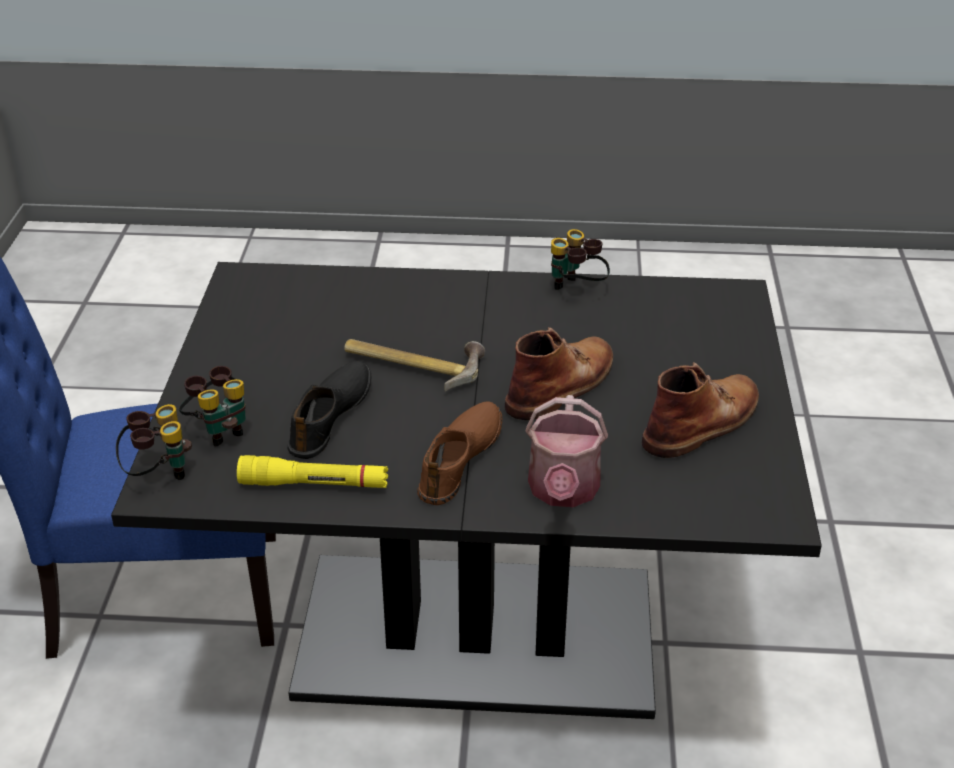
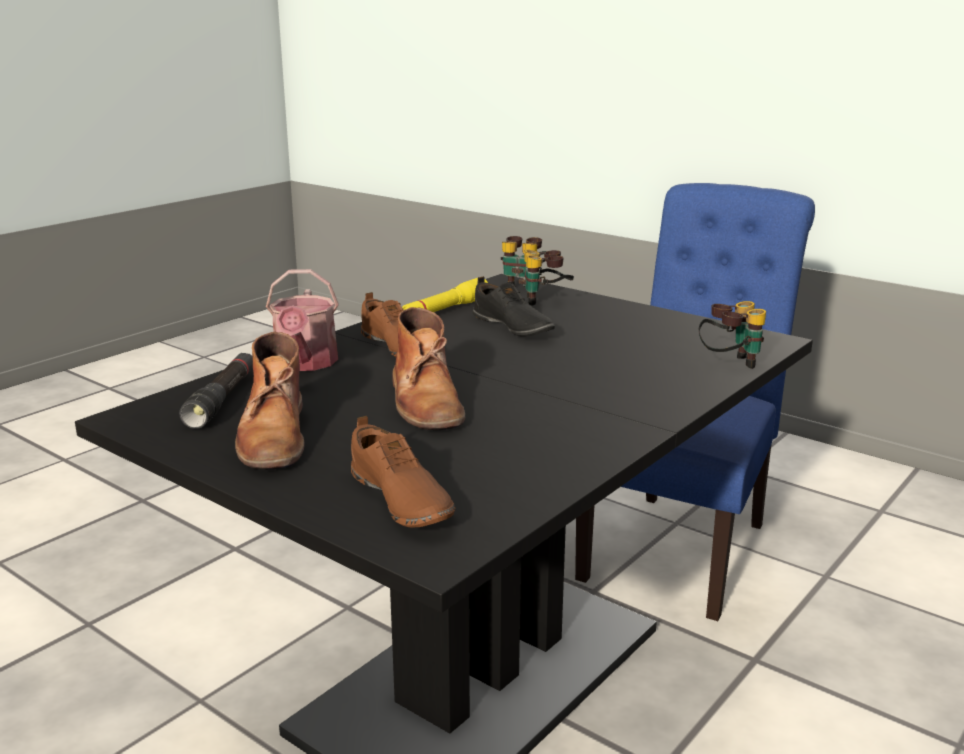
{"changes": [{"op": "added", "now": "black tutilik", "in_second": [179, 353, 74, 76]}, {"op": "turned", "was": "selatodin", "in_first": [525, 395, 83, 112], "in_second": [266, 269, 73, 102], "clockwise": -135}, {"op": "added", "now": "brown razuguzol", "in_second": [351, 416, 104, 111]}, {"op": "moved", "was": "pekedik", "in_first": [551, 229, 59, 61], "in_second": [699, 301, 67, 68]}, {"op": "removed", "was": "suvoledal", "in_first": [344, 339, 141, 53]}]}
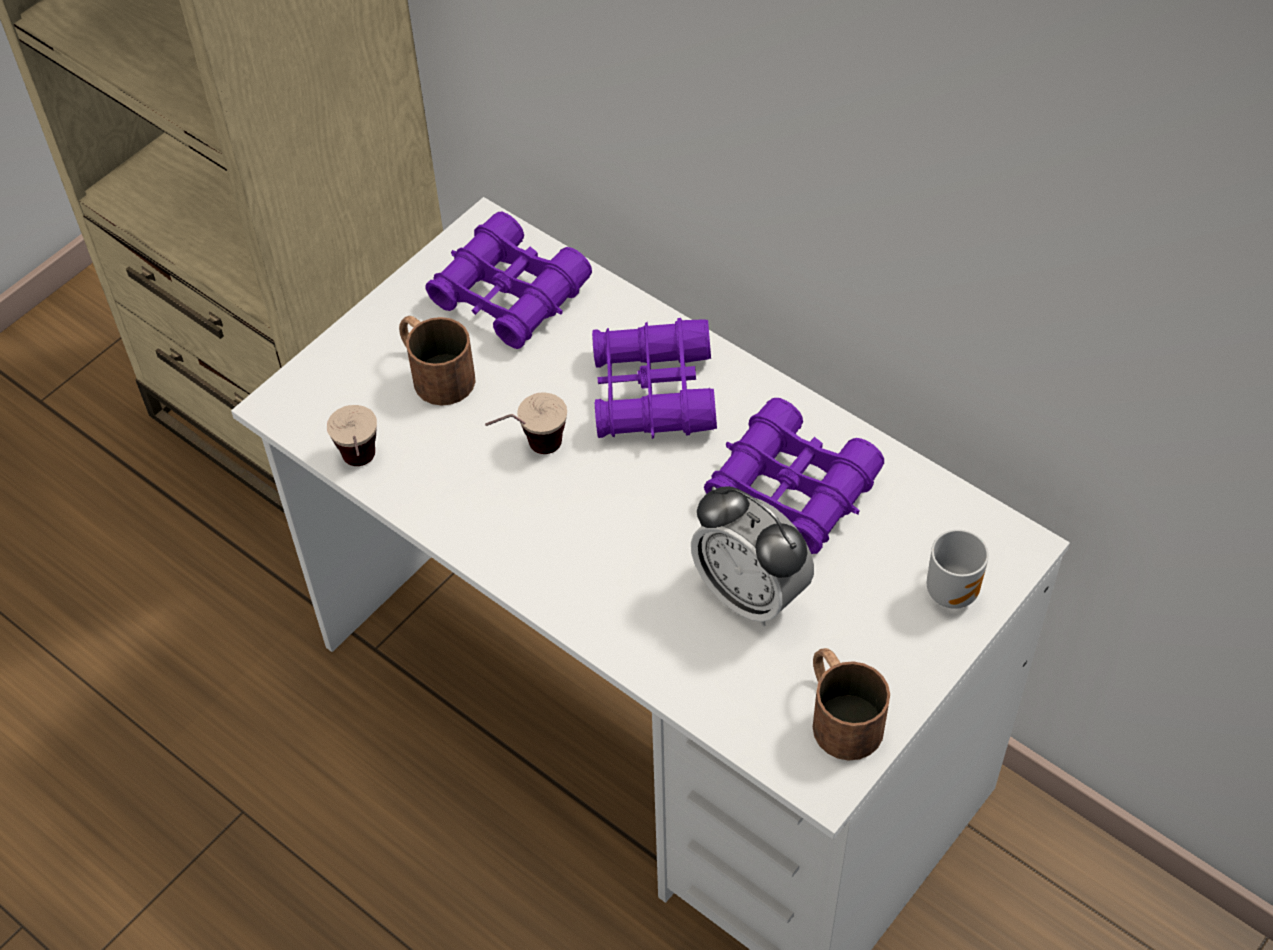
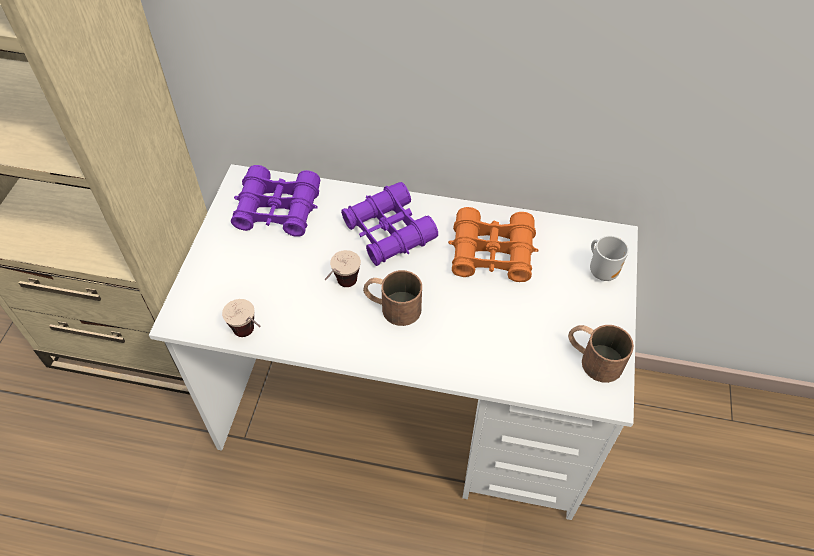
{"changes": [{"op": "moved", "was": "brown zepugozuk", "in_first": [399, 316, 77, 90], "in_second": [363, 270, 59, 56]}, {"op": "recoloured", "was": "purple pekedik", "now": "orange pekedik", "in_first": [704, 398, 180, 156], "in_second": [448, 207, 91, 75]}, {"op": "removed", "was": "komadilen", "in_first": [691, 486, 123, 141]}]}
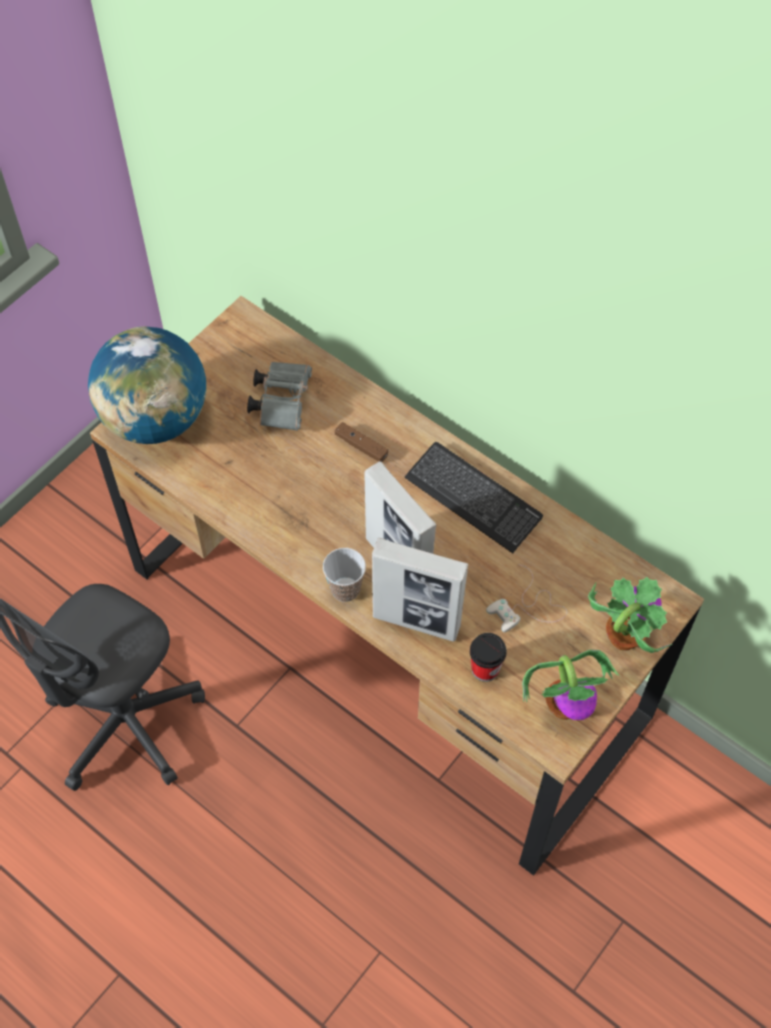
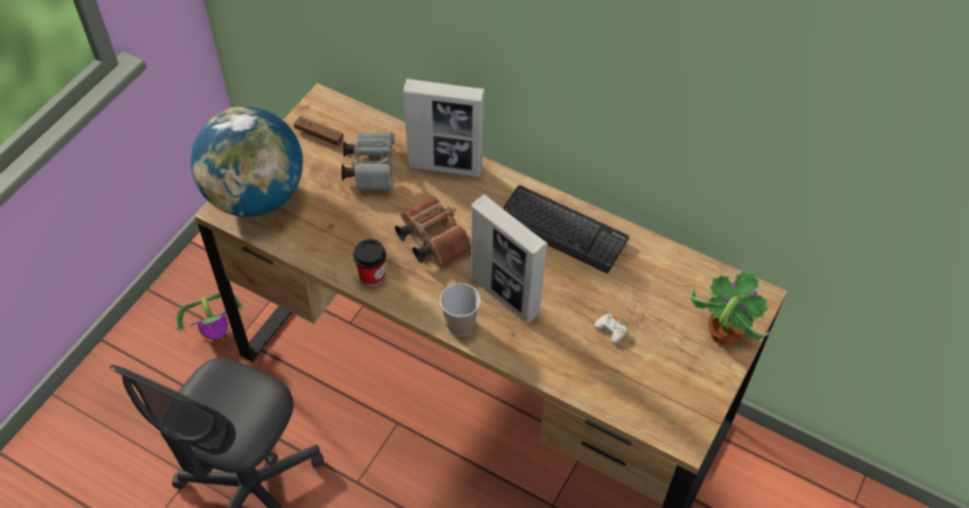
{"changes": [{"op": "moved", "was": "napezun", "in_first": [522, 650, 97, 70], "in_second": [176, 293, 69, 53]}, {"op": "moved", "was": "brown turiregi", "in_first": [335, 422, 53, 40], "in_second": [294, 116, 50, 30]}, {"op": "moved", "was": "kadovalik", "in_first": [470, 633, 37, 49], "in_second": [353, 239, 33, 48]}, {"op": "added", "now": "brown pekedik", "in_second": [395, 196, 76, 68]}, {"op": "moved", "was": "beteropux", "in_first": [372, 538, 96, 104], "in_second": [403, 79, 82, 98]}]}
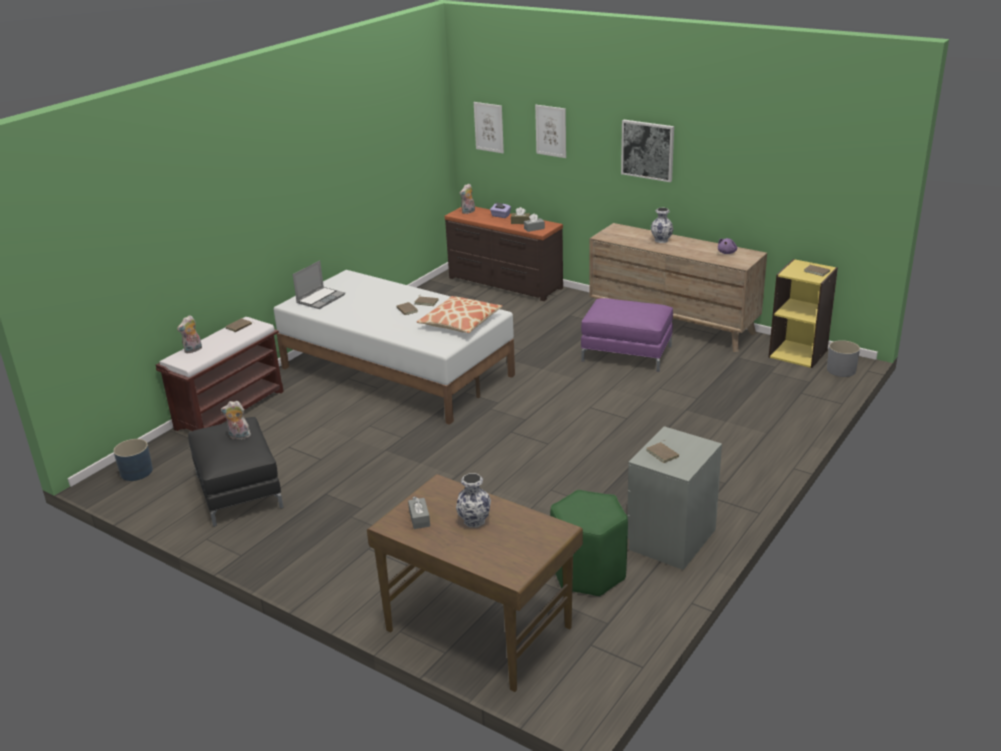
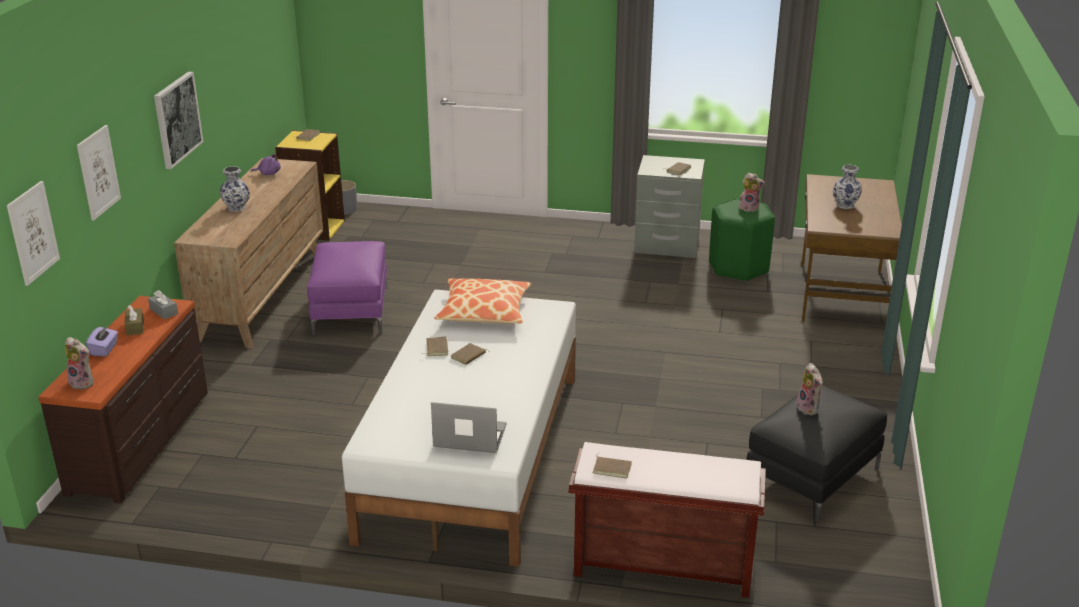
{"changes": [{"op": "moved", "was": "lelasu", "in_first": [177, 315, 25, 38], "in_second": [739, 173, 26, 39]}, {"op": "removed", "was": "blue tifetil", "in_first": [113, 439, 40, 42]}, {"op": "removed", "was": "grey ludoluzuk", "in_first": [408, 497, 22, 32]}]}
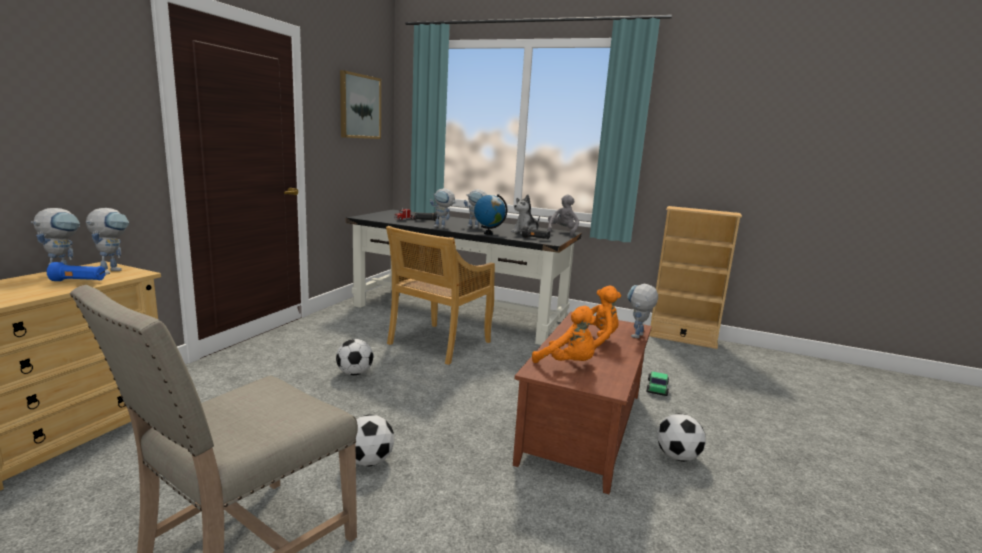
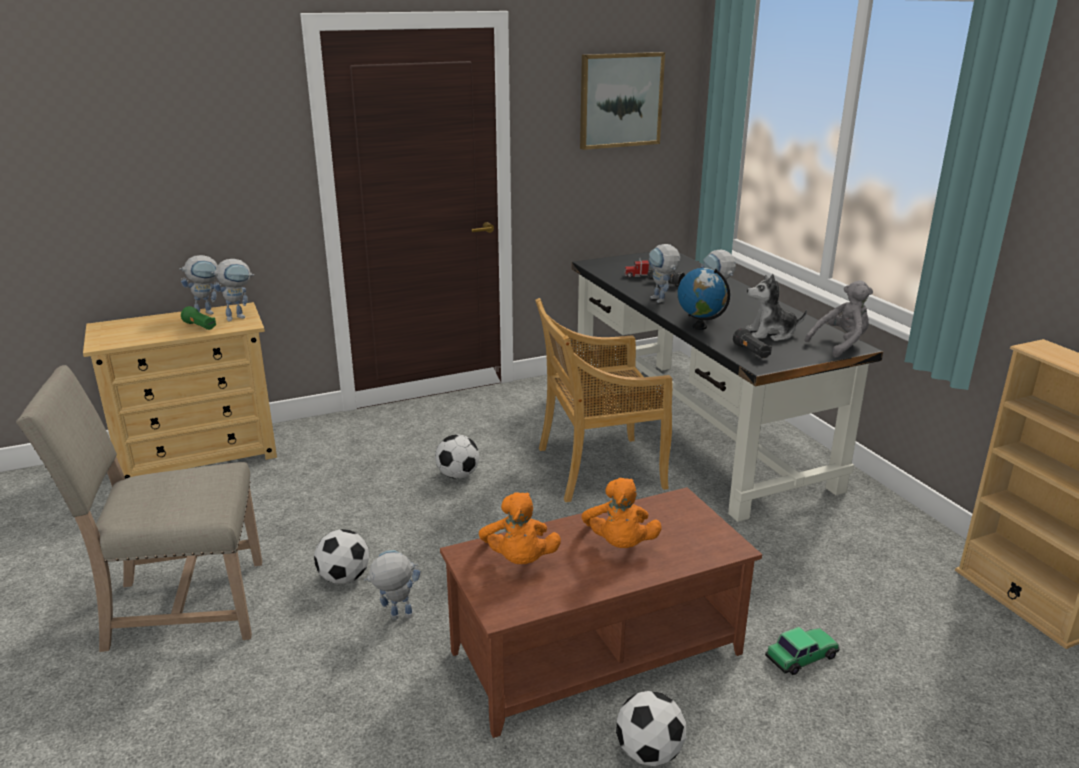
{"changes": [{"op": "recoloured", "was": "blue tutilik", "now": "green tutilik", "in_first": [47, 262, 59, 19], "in_second": [181, 306, 35, 24]}, {"op": "moved", "was": "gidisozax", "in_first": [627, 284, 31, 54], "in_second": [364, 550, 56, 70]}, {"op": "turned", "was": "orange lelasu", "in_first": [566, 286, 55, 63], "in_second": [581, 478, 81, 70], "clockwise": 75}]}
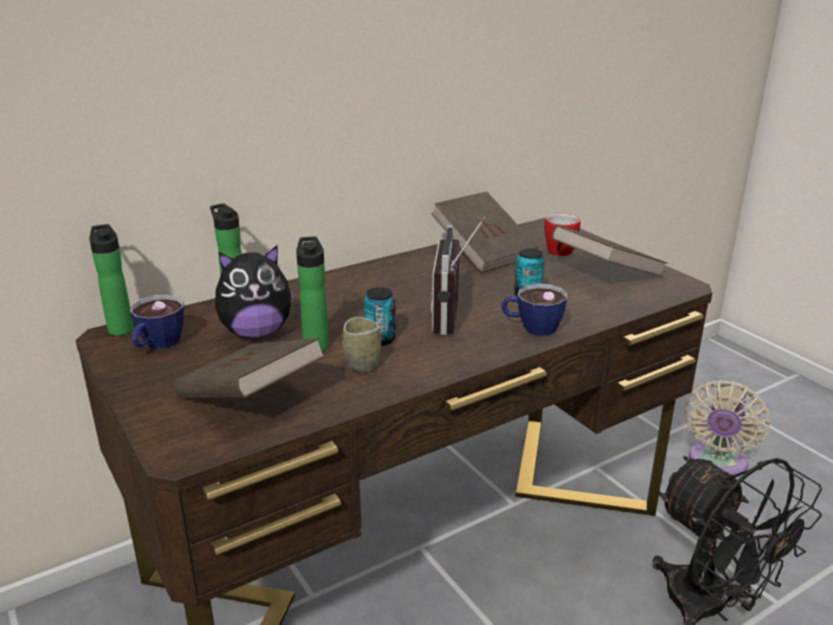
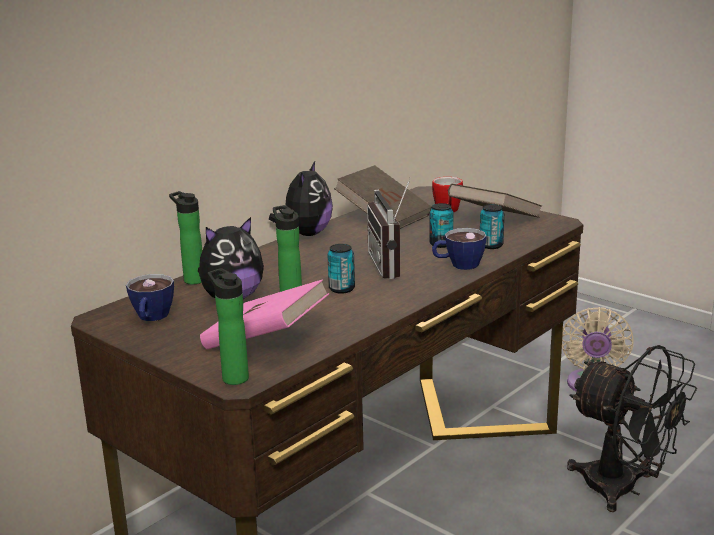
{"changes": [{"op": "recoloured", "was": "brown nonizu", "now": "pink nonizu", "in_first": [174, 338, 152, 60], "in_second": [200, 279, 129, 70]}, {"op": "moved", "was": "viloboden", "in_first": [89, 224, 45, 112], "in_second": [208, 268, 41, 117]}, {"op": "added", "now": "lelasu", "in_second": [269, 161, 64, 75]}, {"op": "added", "now": "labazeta", "in_second": [480, 204, 24, 45]}, {"op": "removed", "was": "kadovalik", "in_first": [343, 317, 38, 55]}]}
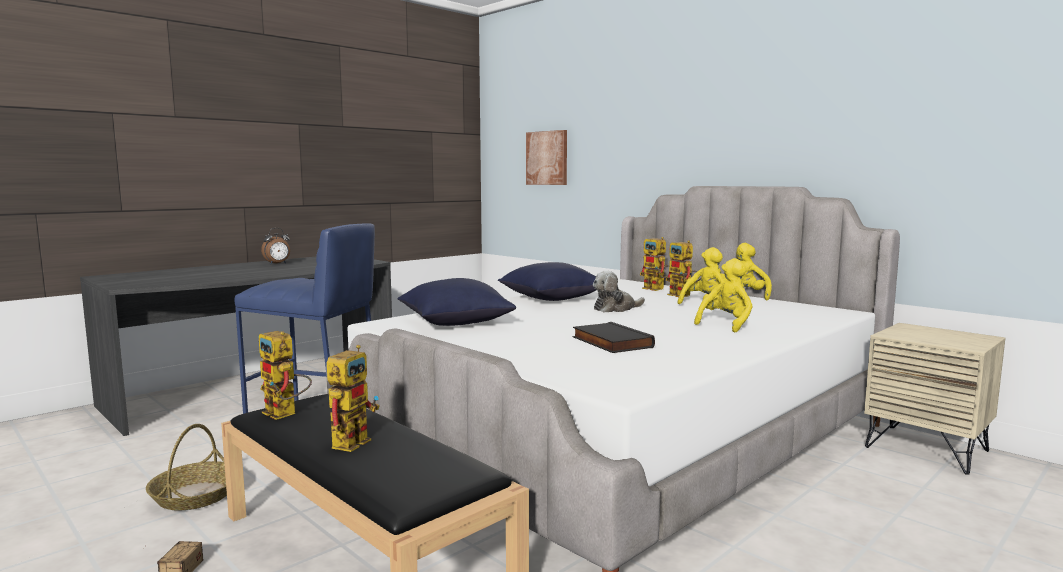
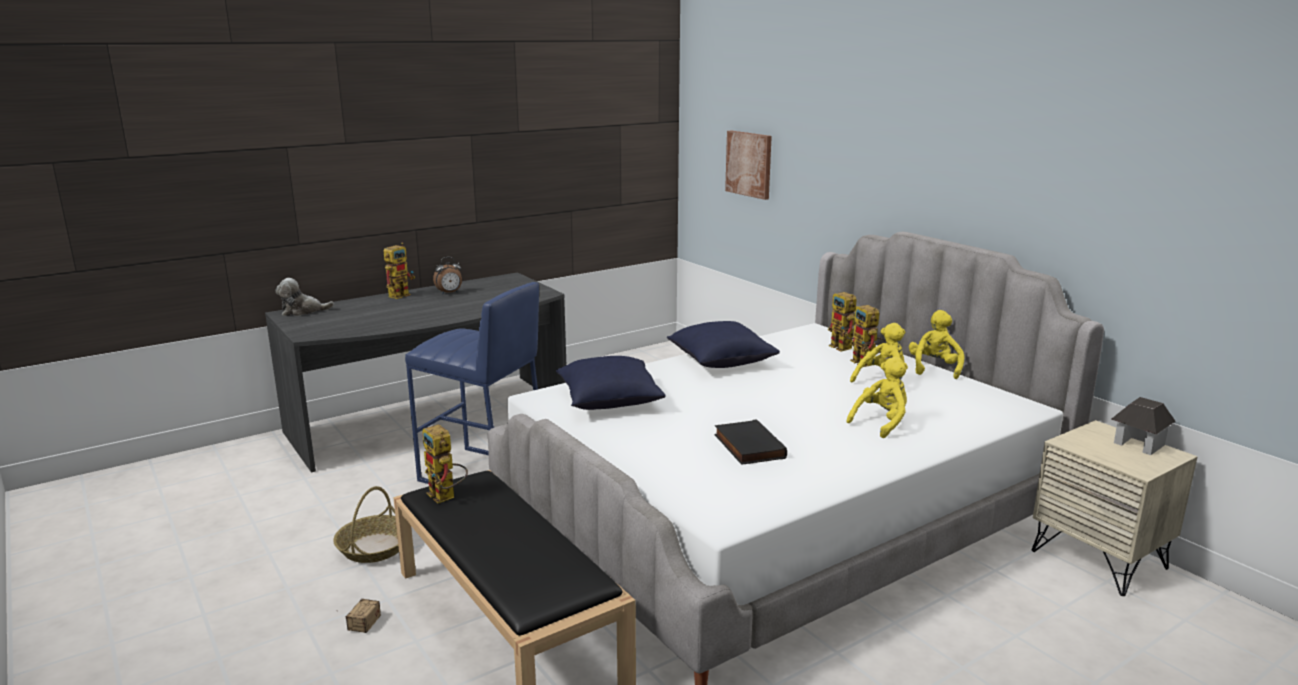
{"changes": [{"op": "moved", "was": "lelasu", "in_first": [593, 271, 52, 42], "in_second": [275, 278, 59, 38]}, {"op": "moved", "was": "gidisozax", "in_first": [327, 345, 53, 107], "in_second": [384, 242, 31, 57]}, {"op": "added", "now": "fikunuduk", "in_second": [1111, 397, 64, 58]}]}
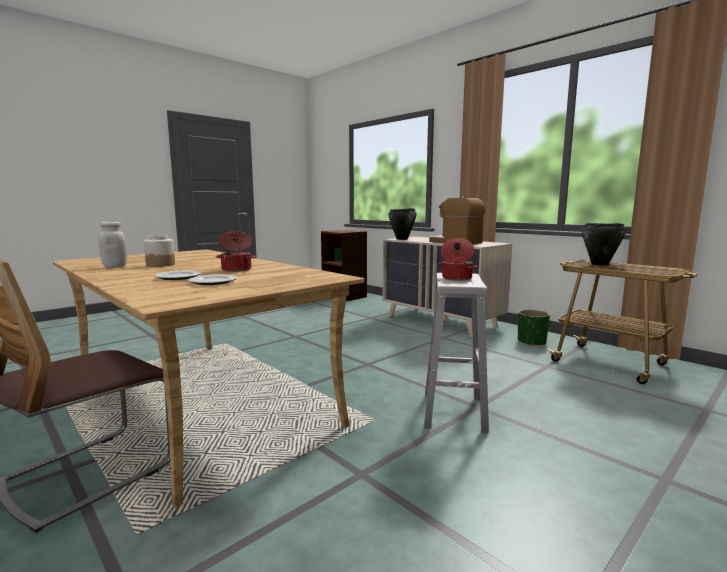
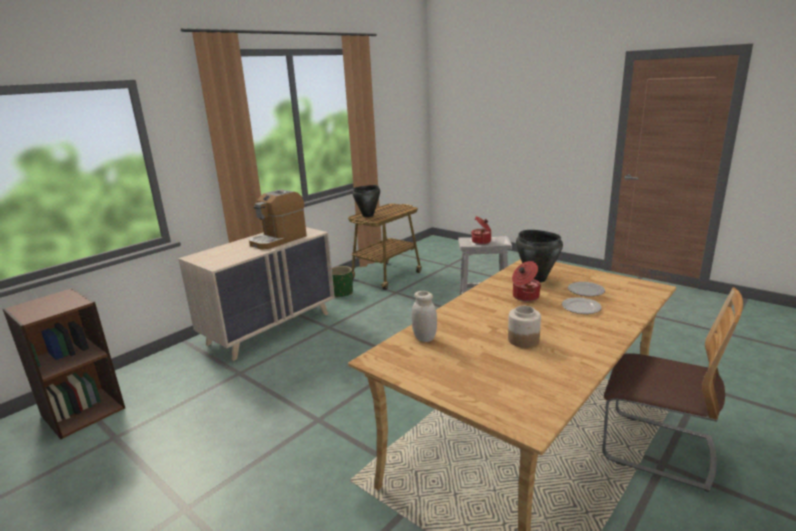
{"changes": [{"op": "moved", "was": "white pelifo", "in_first": [98, 222, 29, 46], "in_second": [412, 291, 25, 51]}, {"op": "moved", "was": "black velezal", "in_first": [389, 208, 27, 32], "in_second": [516, 230, 47, 53]}]}
